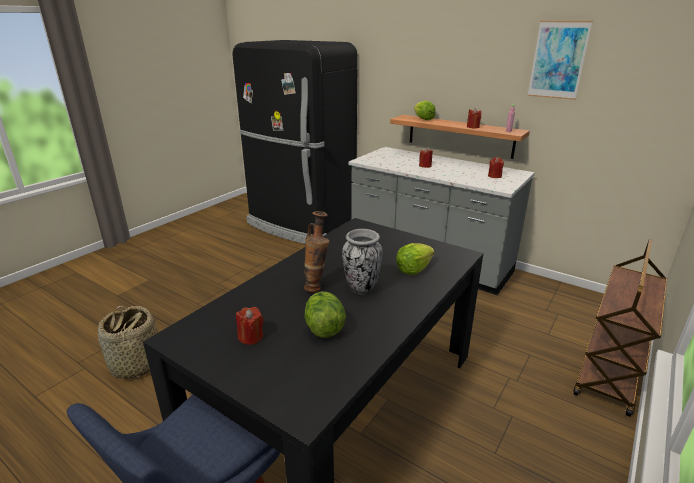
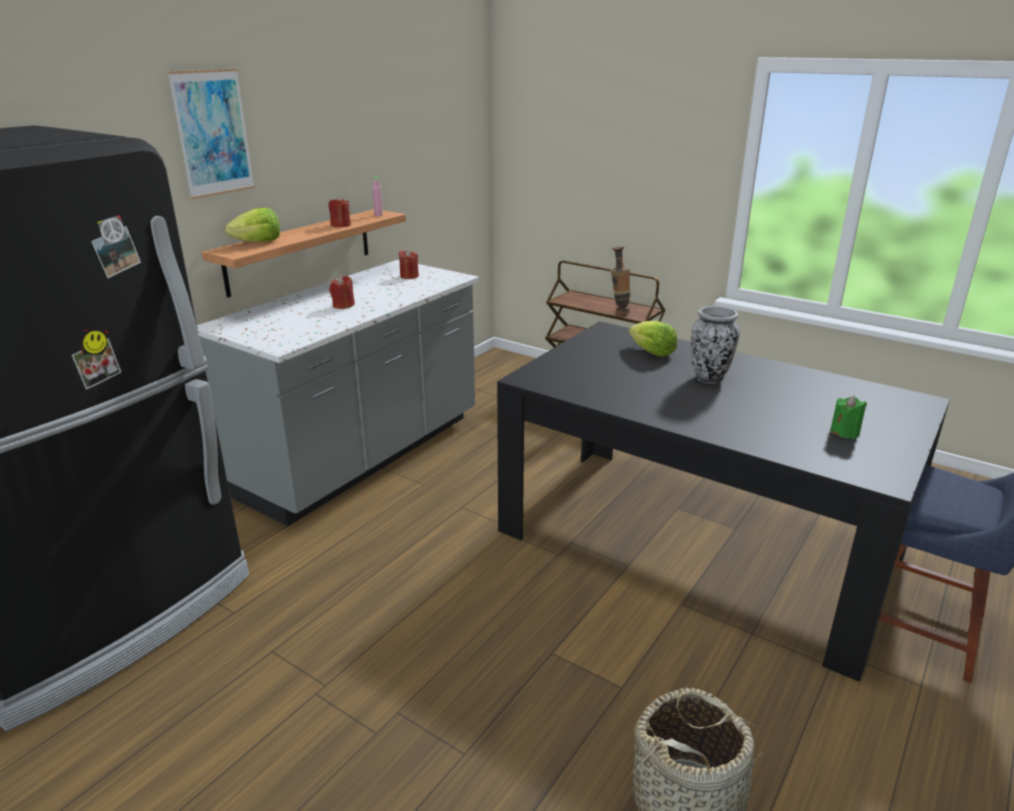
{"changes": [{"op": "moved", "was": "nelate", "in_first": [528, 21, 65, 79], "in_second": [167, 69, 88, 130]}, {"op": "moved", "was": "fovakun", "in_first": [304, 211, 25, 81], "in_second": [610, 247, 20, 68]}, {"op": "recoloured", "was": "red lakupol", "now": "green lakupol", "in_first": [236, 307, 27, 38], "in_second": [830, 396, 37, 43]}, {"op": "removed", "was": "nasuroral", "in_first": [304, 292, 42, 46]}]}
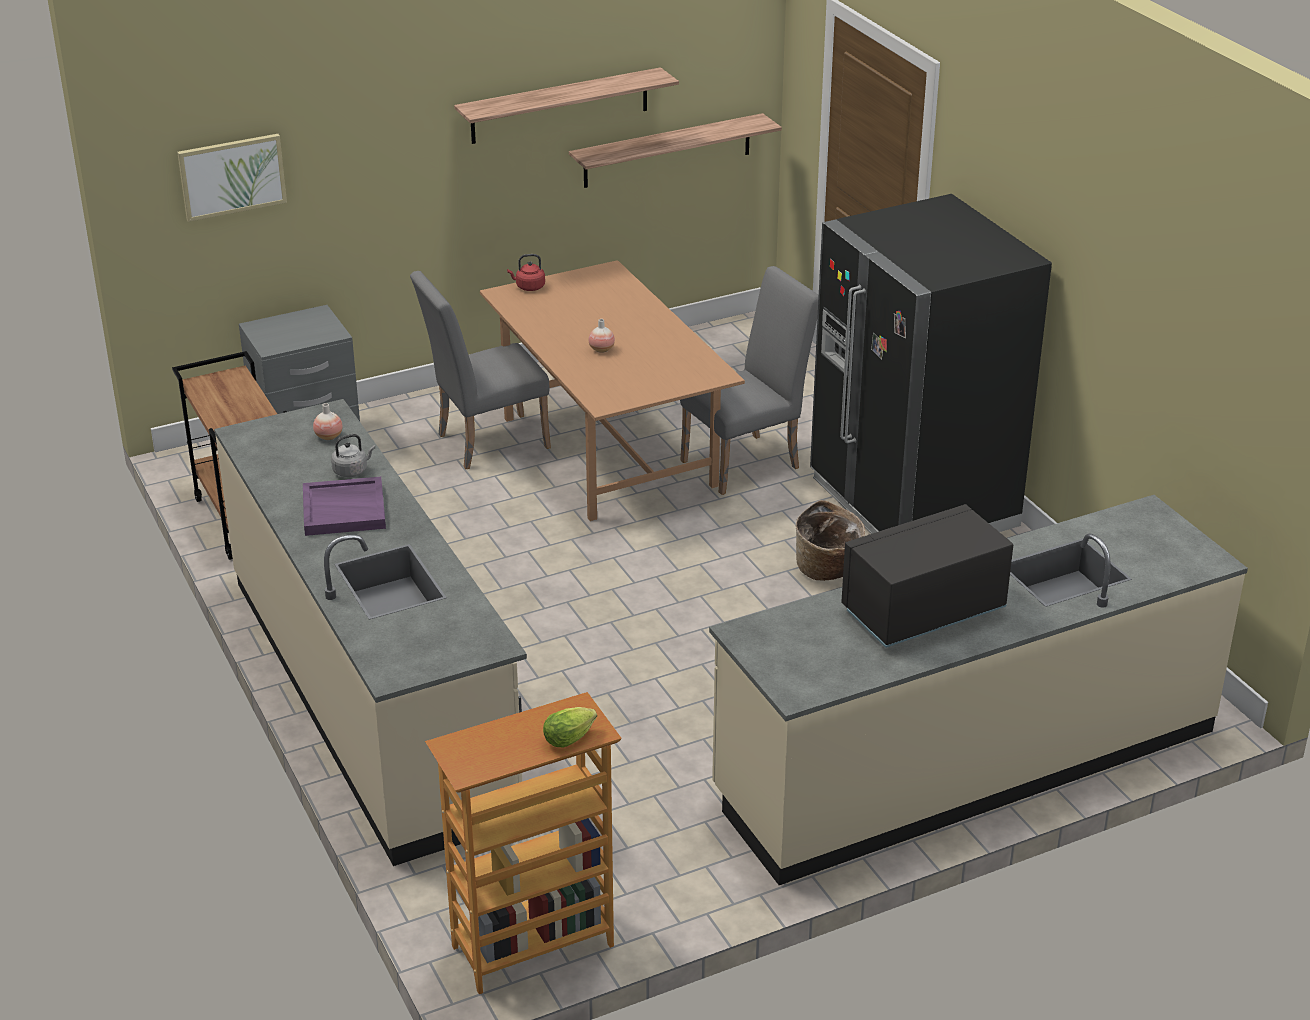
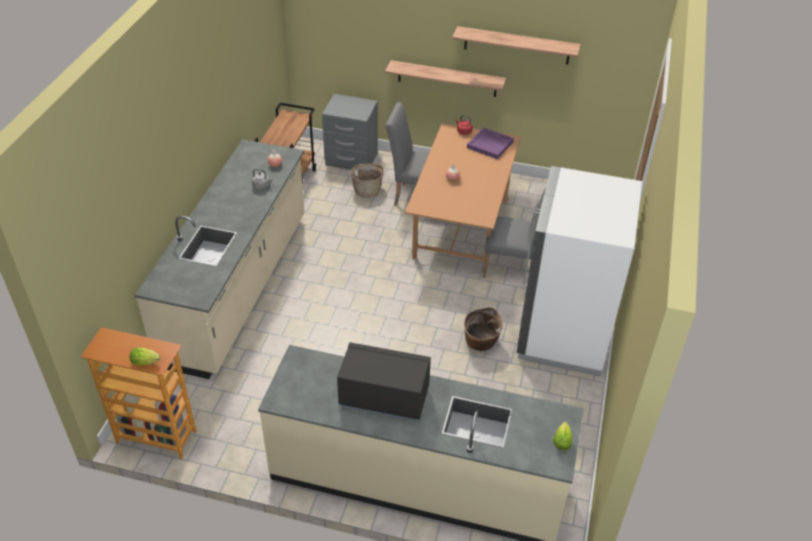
{"changes": [{"op": "added", "now": "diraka", "in_second": [351, 163, 33, 35]}, {"op": "moved", "was": "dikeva", "in_first": [569, 113, 213, 75], "in_second": [385, 60, 121, 37]}, {"op": "moved", "was": "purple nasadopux", "in_first": [303, 477, 83, 59], "in_second": [467, 127, 47, 32]}, {"op": "recoloured", "was": "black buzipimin", "now": "white buzipimin", "in_first": [810, 194, 242, 340], "in_second": [516, 166, 126, 211]}, {"op": "added", "now": "nasuroral", "in_second": [553, 422, 19, 28]}, {"op": "removed", "was": "nelate", "in_first": [177, 134, 110, 88]}]}
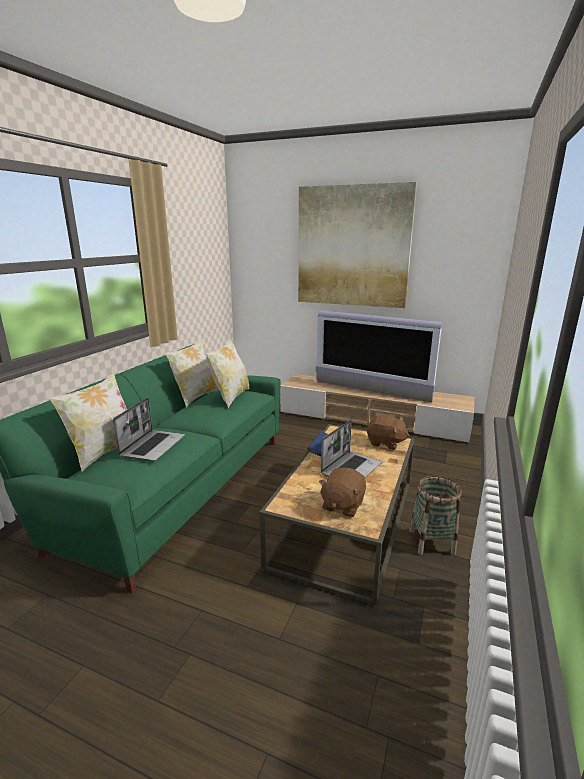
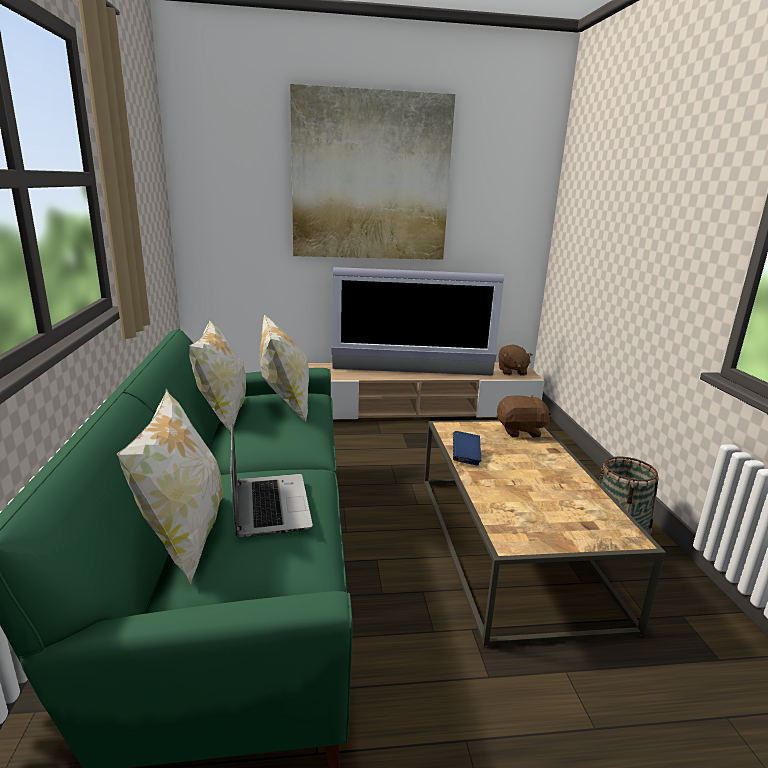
{"changes": [{"op": "moved", "was": "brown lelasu", "in_first": [319, 467, 47, 50], "in_second": [498, 345, 35, 30]}, {"op": "removed", "was": "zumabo", "in_first": [321, 420, 61, 58]}]}
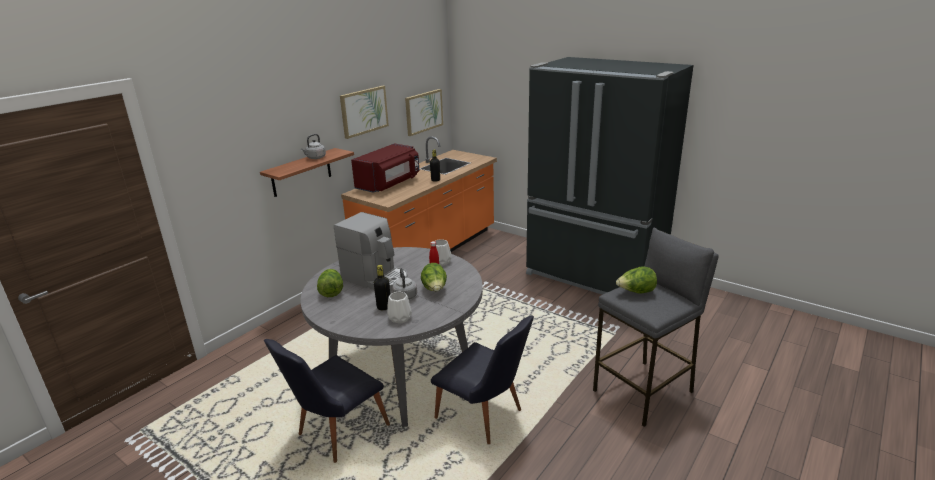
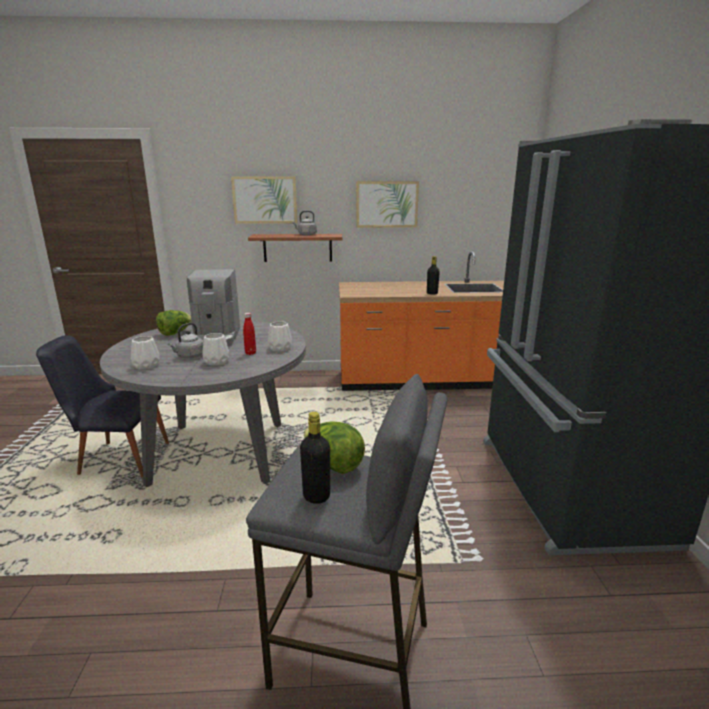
{"changes": [{"op": "replaced", "was": "nasuroral", "now": "white fovakun", "in_first": [421, 263, 26, 28], "in_second": [202, 333, 27, 33]}, {"op": "moved", "was": "nelate", "in_first": [405, 89, 38, 47], "in_second": [231, 176, 66, 48]}, {"op": "moved", "was": "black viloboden", "in_first": [374, 265, 16, 45], "in_second": [300, 412, 30, 92]}, {"op": "removed", "was": "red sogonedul", "in_first": [351, 143, 68, 50]}, {"op": "removed", "was": "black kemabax", "in_first": [431, 316, 103, 128]}]}
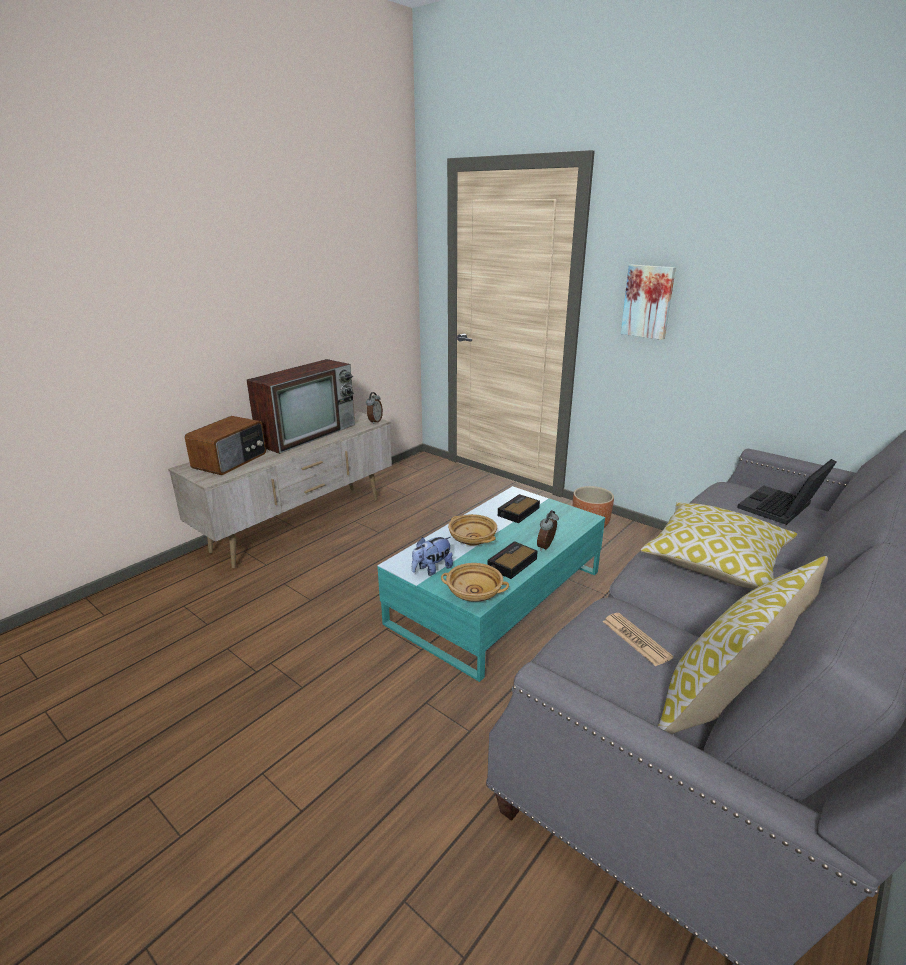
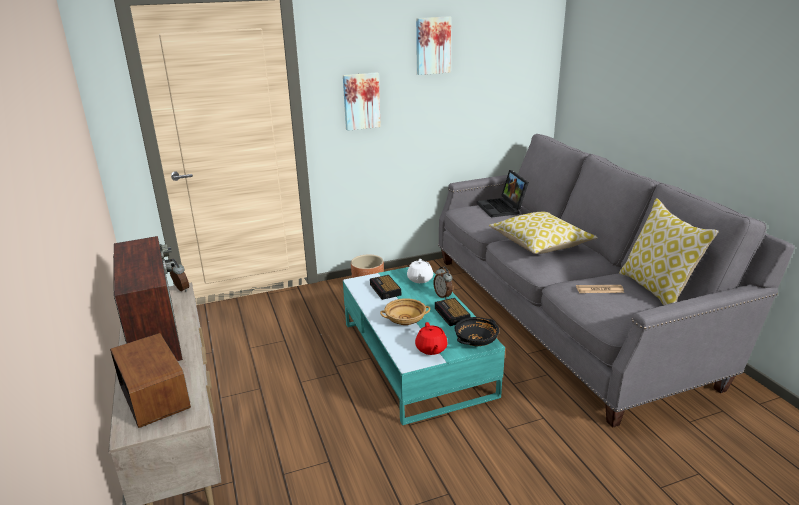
{"changes": [{"op": "added", "now": "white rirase", "in_second": [407, 259, 26, 24]}, {"op": "replaced", "was": "lelasu", "now": "red rirase", "in_first": [412, 537, 41, 39], "in_second": [415, 322, 33, 33]}, {"op": "added", "now": "nelate", "in_second": [416, 16, 35, 59]}, {"op": "recoloured", "was": "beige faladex", "now": "black faladex", "in_first": [441, 563, 68, 39], "in_second": [455, 317, 44, 29]}]}
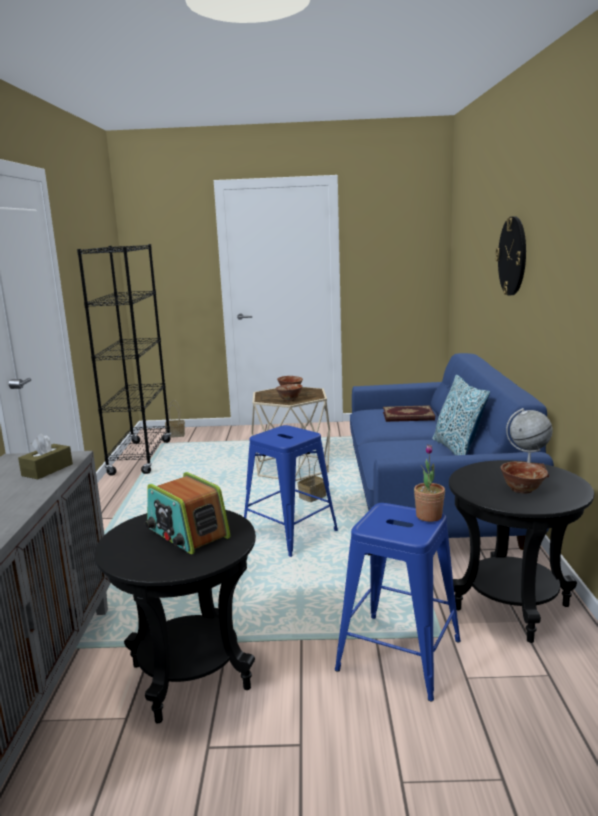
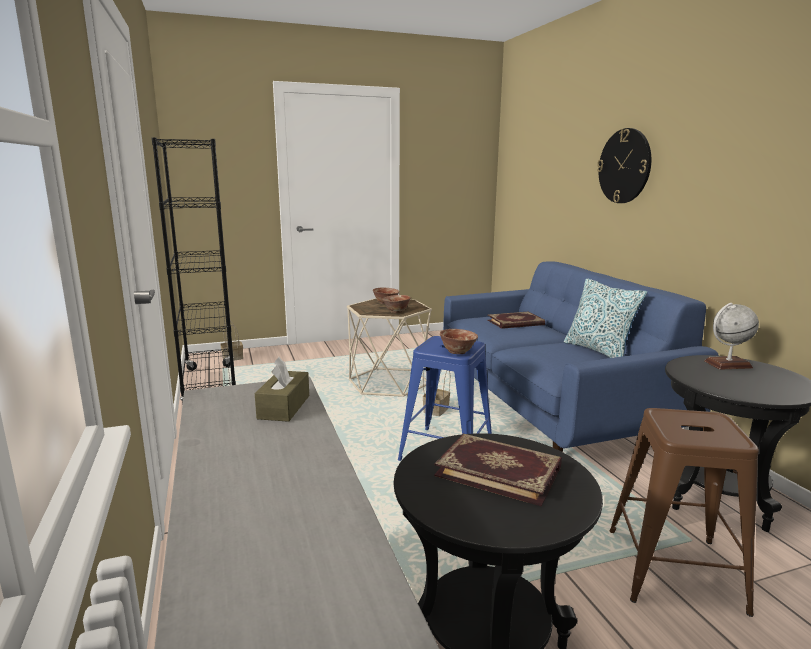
{"changes": [{"op": "replaced", "was": "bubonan", "now": "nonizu", "in_first": [145, 472, 85, 82], "in_second": [434, 434, 128, 73]}, {"op": "moved", "was": "faladex", "in_first": [501, 461, 47, 33], "in_second": [440, 329, 38, 25]}, {"op": "recoloured", "was": "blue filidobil", "now": "brown filidobil", "in_first": [335, 503, 126, 199], "in_second": [610, 408, 149, 209]}, {"op": "removed", "was": "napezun", "in_first": [414, 444, 31, 78]}]}
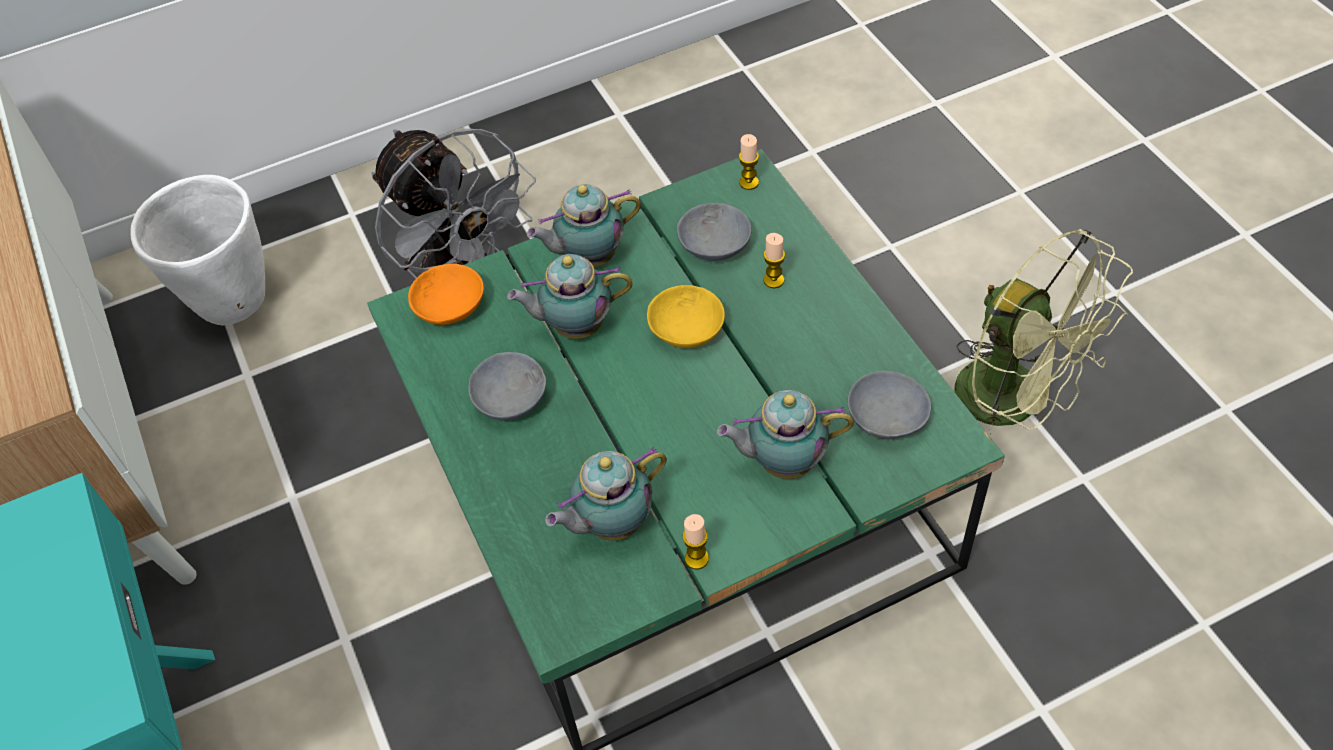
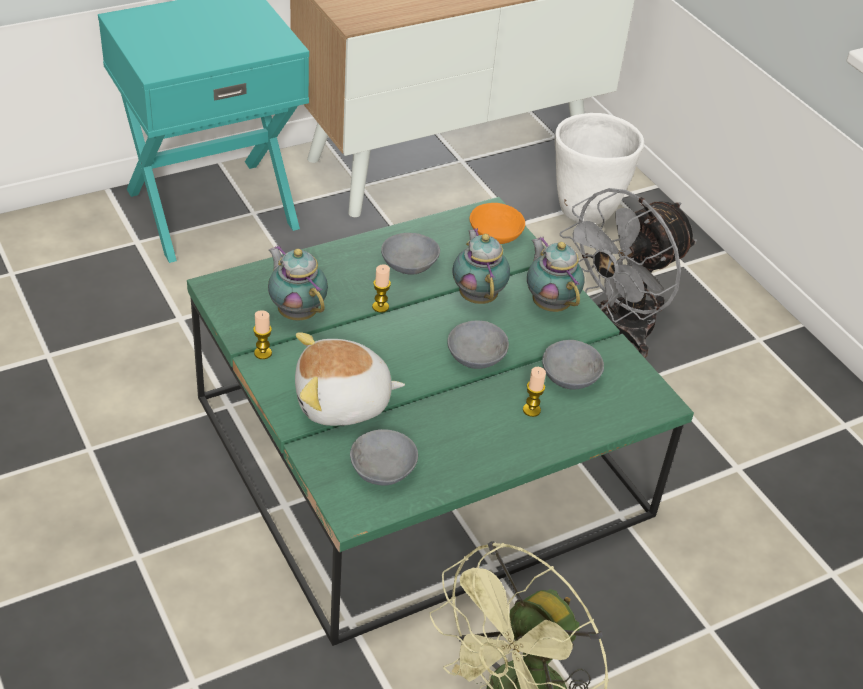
{"changes": [{"op": "replaced", "was": "rirase", "now": "lelasu", "in_first": [717, 390, 137, 89], "in_second": [295, 332, 110, 94]}, {"op": "moved", "was": "lakupol", "in_first": [739, 134, 20, 56], "in_second": [372, 264, 19, 49]}, {"op": "recoloured", "was": "yellow faladex", "now": "grey faladex", "in_first": [647, 285, 78, 63], "in_second": [447, 320, 62, 49]}]}
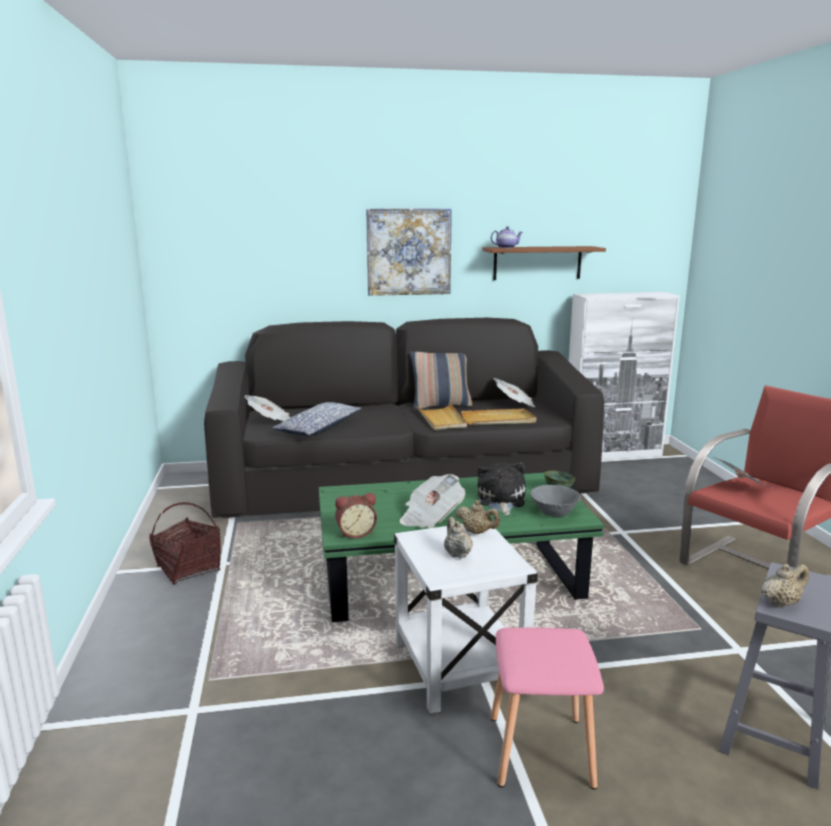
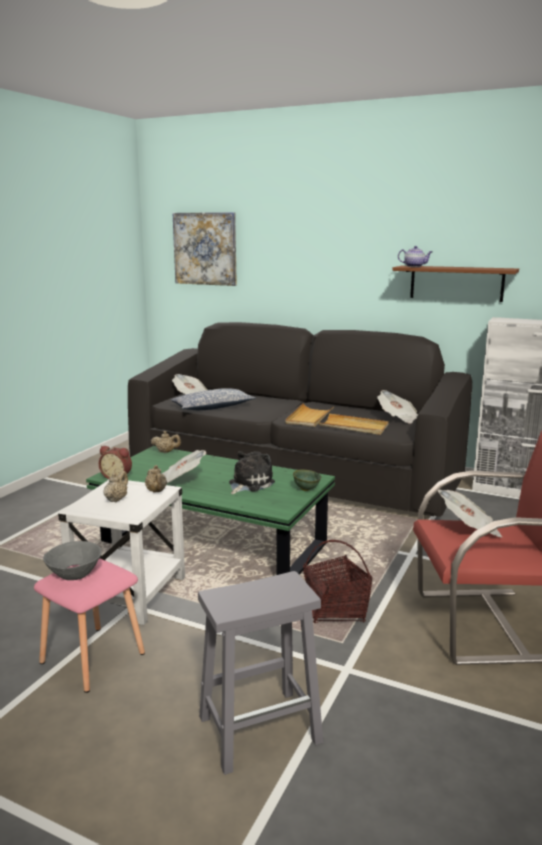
{"changes": [{"op": "moved", "was": "grey faladex", "in_first": [530, 485, 51, 32], "in_second": [43, 541, 59, 39]}, {"op": "moved", "was": "beige rirase", "in_first": [761, 564, 48, 44], "in_second": [151, 431, 30, 22]}, {"op": "moved", "was": "nelate", "in_first": [366, 208, 86, 88], "in_second": [173, 212, 64, 74]}, {"op": "moved", "was": "diraka", "in_first": [149, 502, 72, 83], "in_second": [303, 540, 69, 83]}, {"op": "removed", "was": "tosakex", "in_first": [410, 351, 62, 58]}]}
